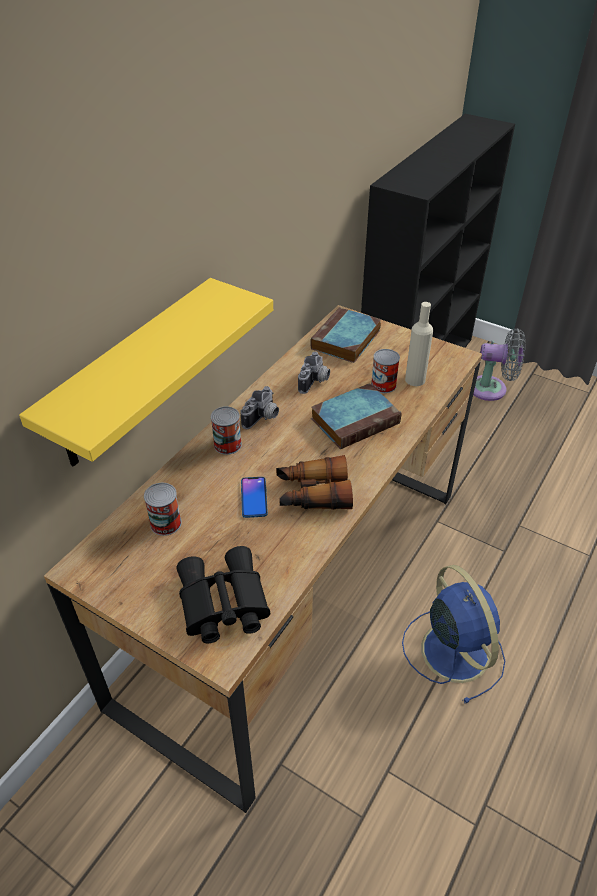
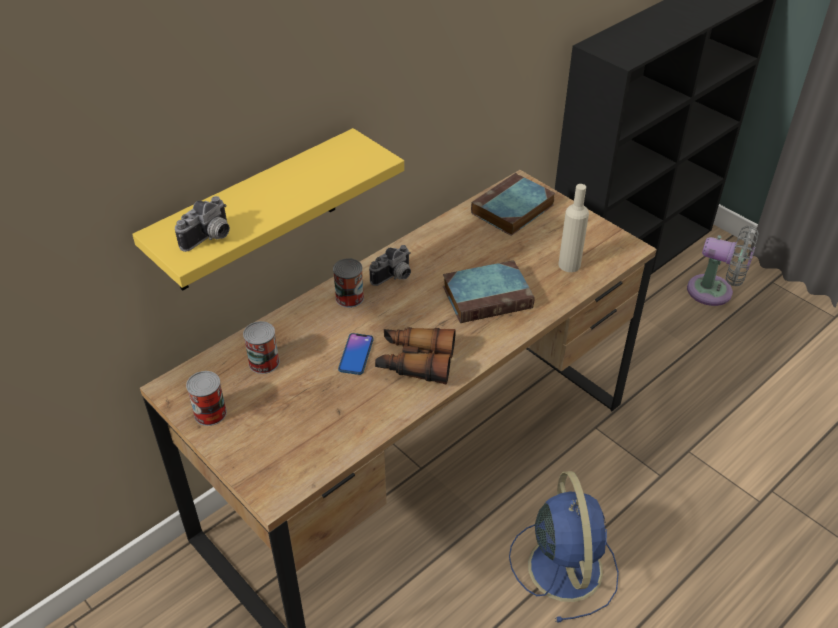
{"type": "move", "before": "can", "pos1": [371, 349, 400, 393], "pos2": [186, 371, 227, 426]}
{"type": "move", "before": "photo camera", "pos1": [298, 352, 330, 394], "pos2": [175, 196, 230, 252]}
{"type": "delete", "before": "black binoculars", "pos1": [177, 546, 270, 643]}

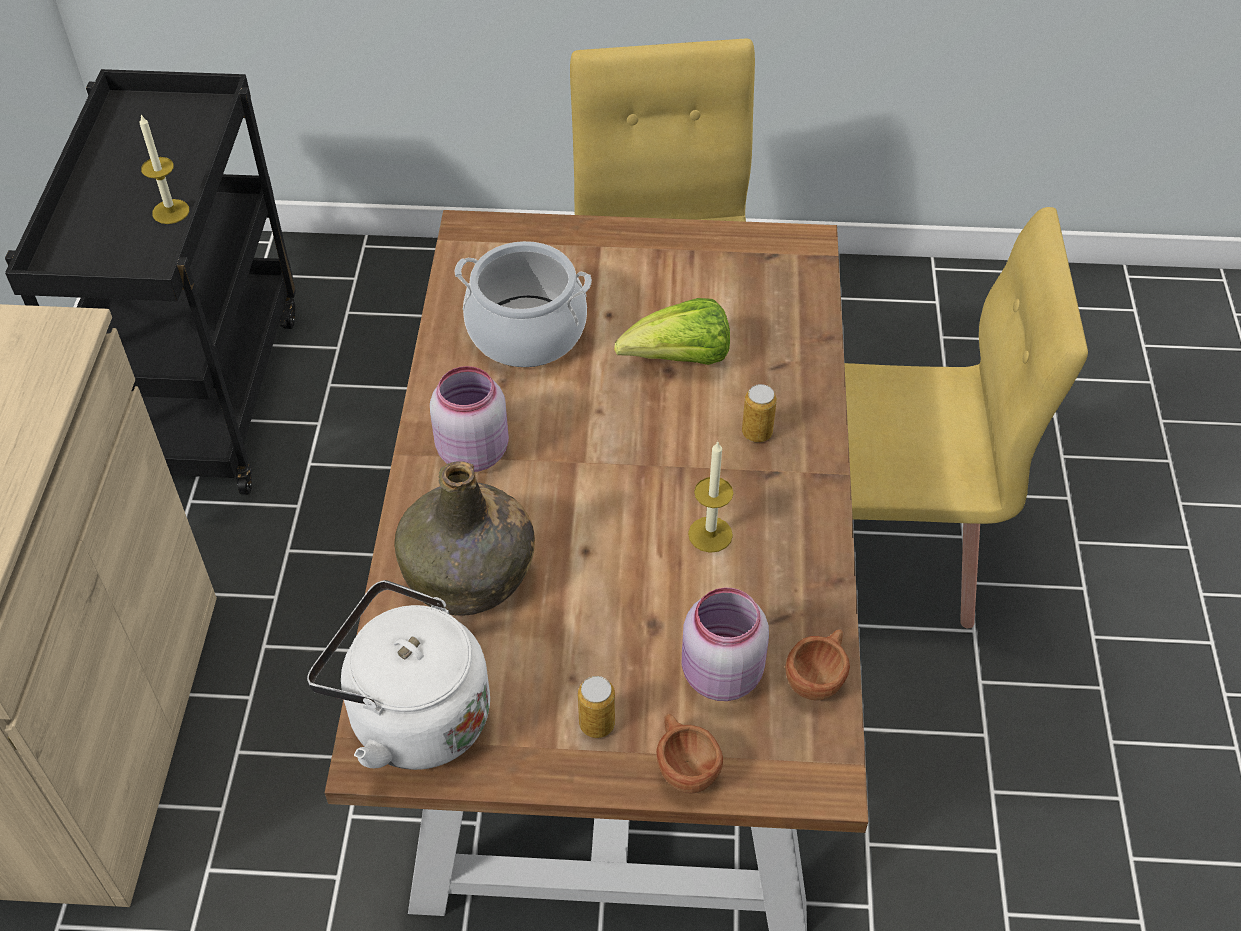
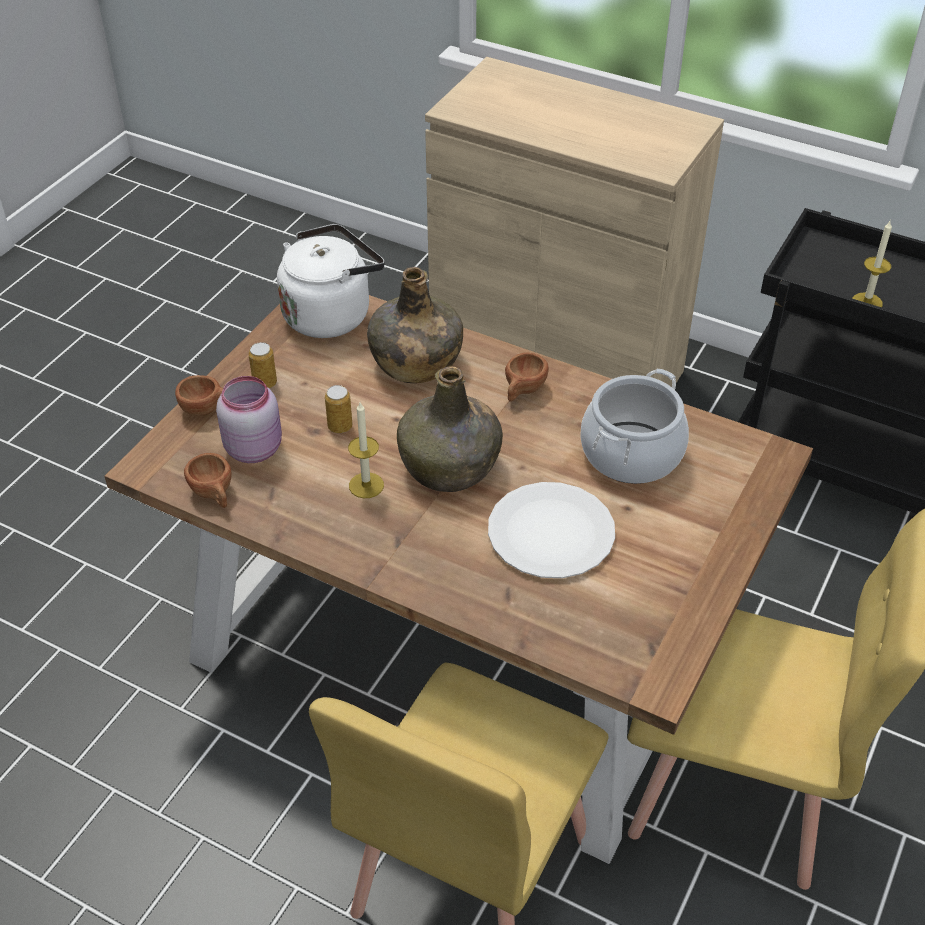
{"type": "replace", "before": "lettuce", "after": "white plate", "pos1": [614, 298, 730, 365], "pos2": [488, 482, 615, 578]}
{"type": "replace", "before": "pink jar", "after": "brown cup", "pos1": [430, 366, 509, 472], "pos2": [505, 353, 549, 402]}
{"type": "move", "before": "can", "pos1": [742, 384, 777, 442], "pos2": [325, 385, 352, 433]}
{"type": "insert", "after": "green bottle", "pos2": [397, 367, 503, 492]}

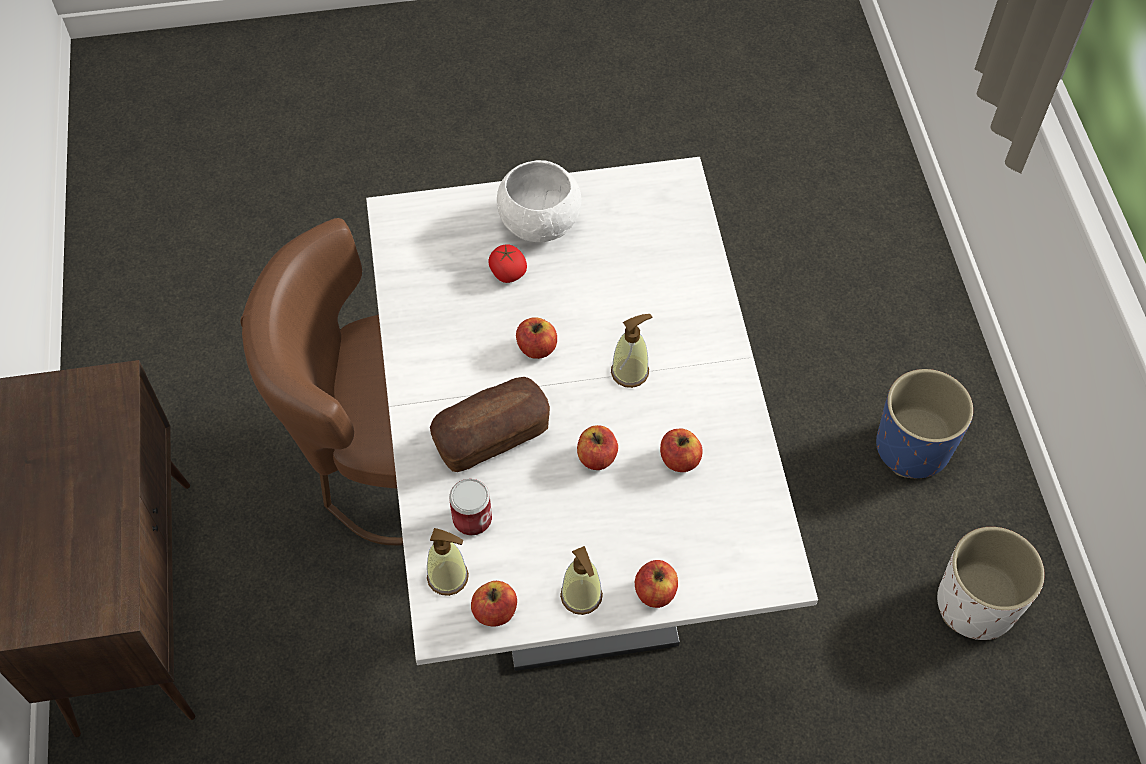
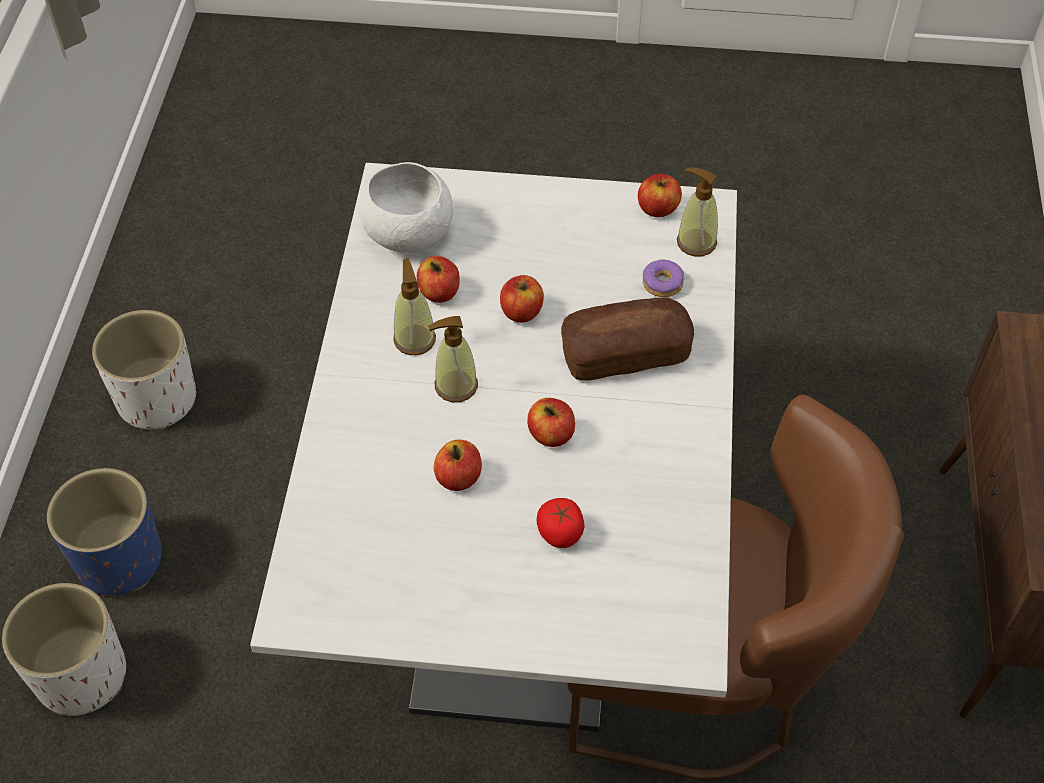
{"type": "move", "before": "white bowl", "pos1": [497, 160, 582, 242], "pos2": [358, 162, 453, 253]}
{"type": "replace", "before": "can", "after": "donut", "pos1": [449, 479, 492, 536], "pos2": [643, 259, 684, 297]}
{"type": "move", "before": "soap dispenser", "pos1": [560, 546, 603, 615], "pos2": [393, 259, 436, 355]}
{"type": "move", "before": "apple", "pos1": [635, 560, 678, 608], "pos2": [433, 440, 482, 491]}
{"type": "insert", "after": "white planter", "pos2": [2, 583, 126, 716]}

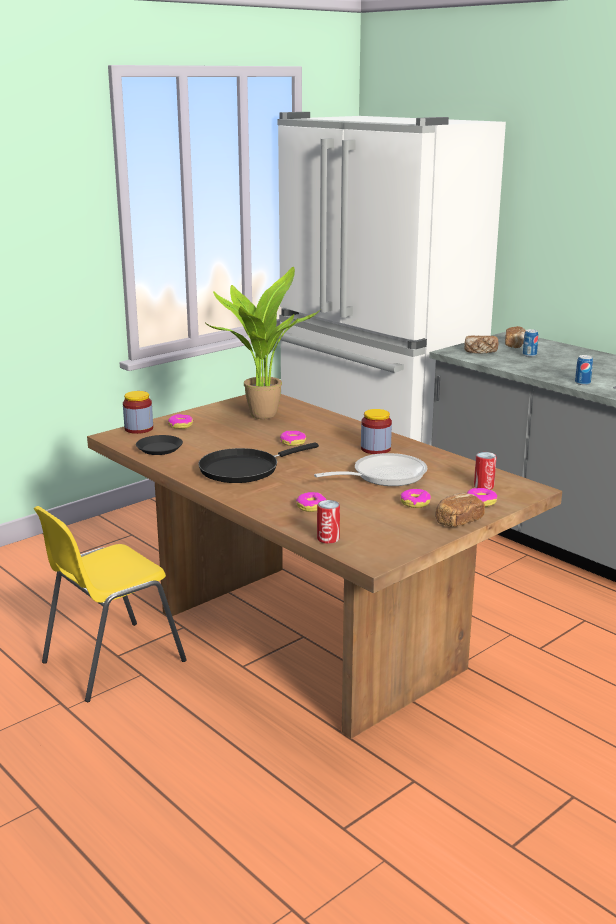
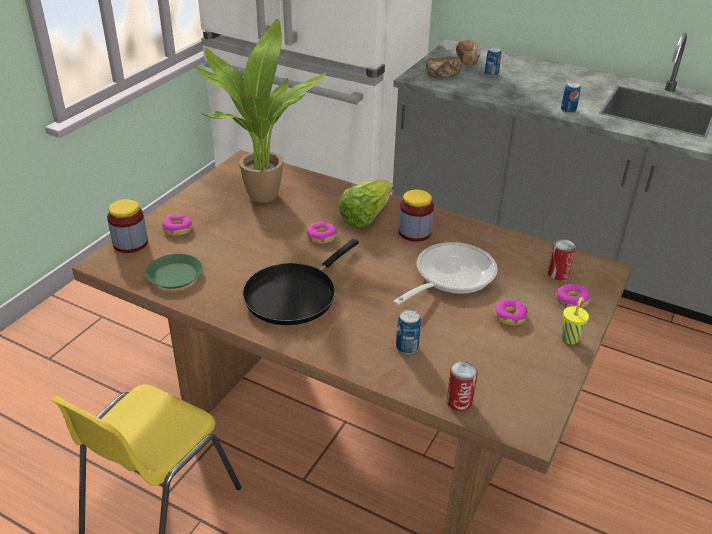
{"type": "recolor", "before": "black plate", "after": "green plate", "pos1": [136, 435, 183, 455], "pos2": [146, 254, 203, 289]}
{"type": "replace", "before": "donut", "after": "can", "pos1": [296, 492, 326, 512], "pos2": [396, 310, 421, 354]}
{"type": "replace", "before": "bread", "after": "yellow cup", "pos1": [435, 493, 485, 527], "pos2": [561, 297, 589, 344]}
{"type": "insert", "after": "lettuce", "pos2": [338, 179, 392, 228]}

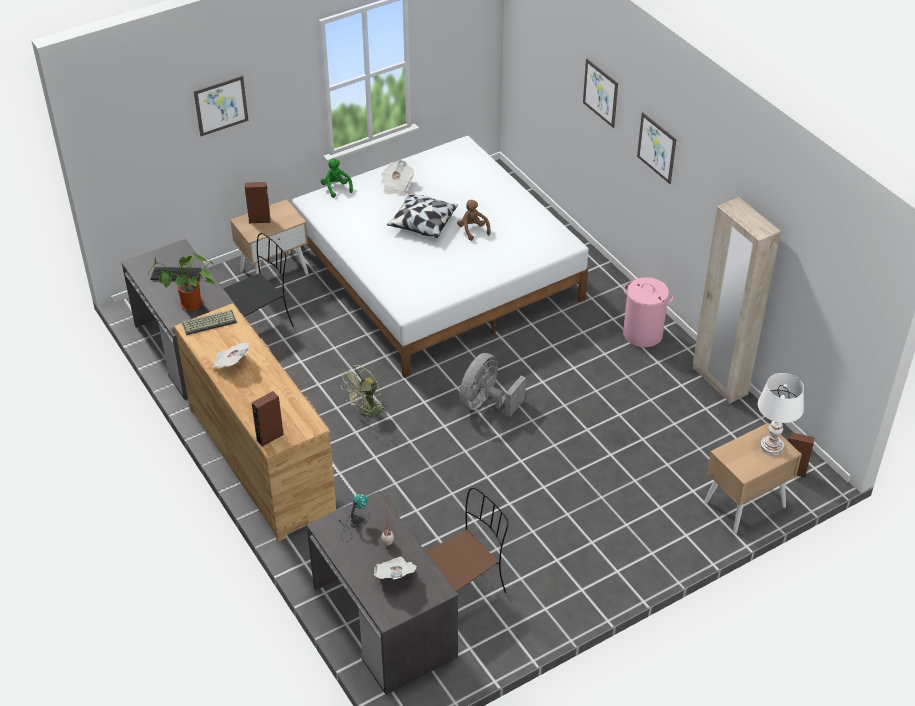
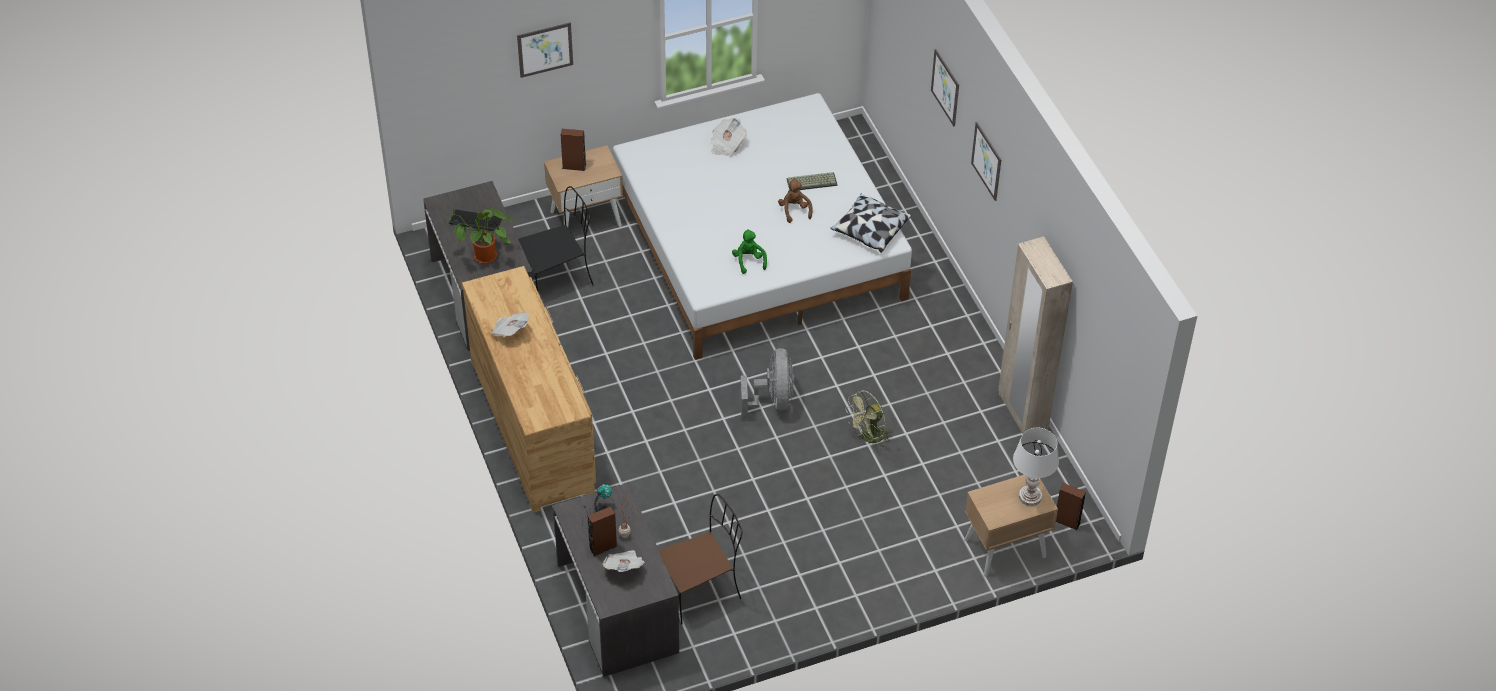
{"type": "move", "before": "green plush toy", "pos1": [321, 158, 353, 198], "pos2": [732, 229, 767, 274]}
{"type": "move", "before": "pillow", "pos1": [387, 194, 458, 238], "pos2": [830, 194, 911, 253]}
{"type": "delete", "before": "pink laundry basket", "pos1": [623, 277, 673, 347]}
{"type": "move", "before": "keyboard", "pos1": [182, 310, 237, 335], "pos2": [787, 172, 838, 190]}
{"type": "rotate", "before": "grey fan", "pos1": [459, 353, 526, 417], "pos2": [740, 348, 794, 420], "turn": 135}
{"type": "move", "before": "green fan", "pos1": [341, 365, 387, 419], "pos2": [845, 390, 890, 447]}
{"type": "move", "before": "brown speaker", "pos1": [252, 391, 284, 447], "pos2": [588, 506, 617, 556]}

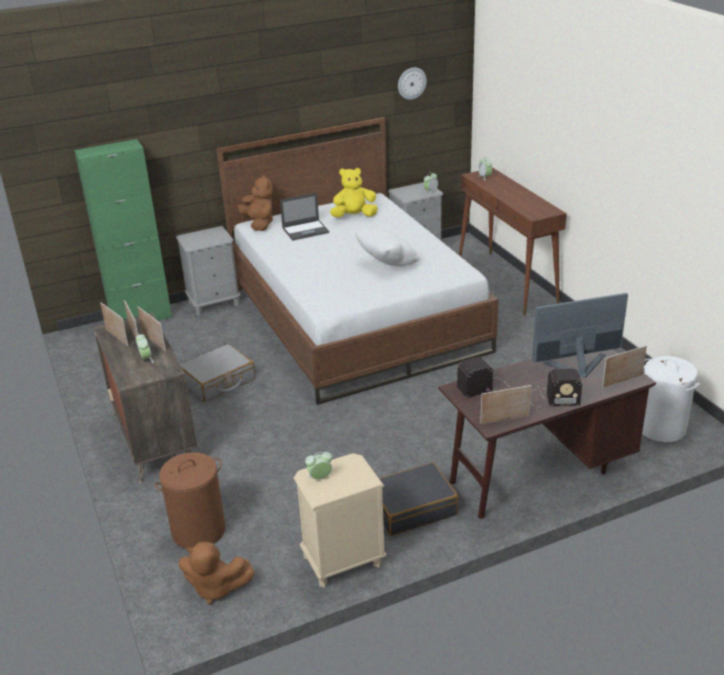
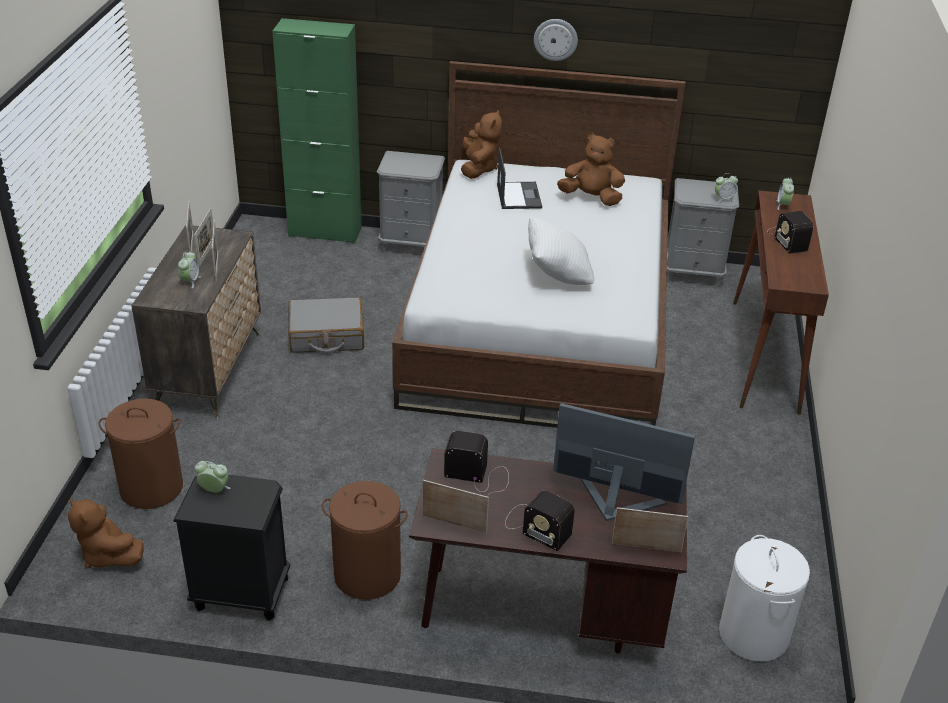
{"type": "move", "before": "wall clock", "pos1": [398, 68, 427, 100], "pos2": [534, 19, 578, 61]}
{"type": "recolor", "before": "yellow plush toy", "after": "brown plush toy", "pos1": [330, 168, 378, 217], "pos2": [557, 133, 625, 206]}
{"type": "rotate", "before": "laptop", "pos1": [280, 193, 329, 241], "pos2": [497, 148, 542, 209], "turn": -105}
{"type": "recolor", "before": "beige nightstand", "after": "black nightstand", "pos1": [294, 453, 386, 587], "pos2": [173, 475, 290, 621]}
{"type": "replace", "before": "black suitcase", "after": "brown laundry basket", "pos1": [379, 462, 458, 536], "pos2": [322, 481, 408, 600]}
{"type": "insert", "after": "radio", "pos2": [767, 211, 813, 254]}

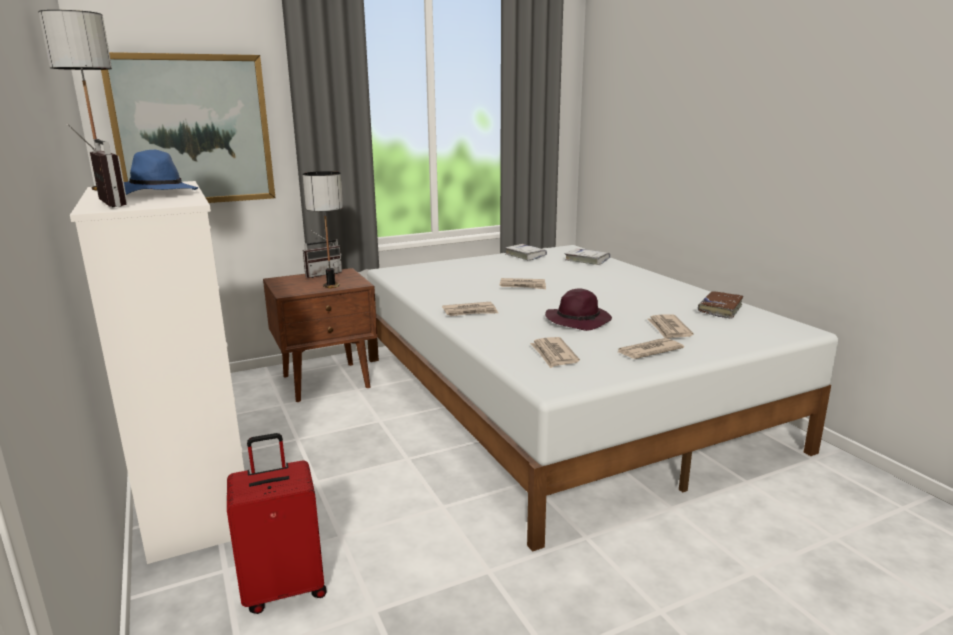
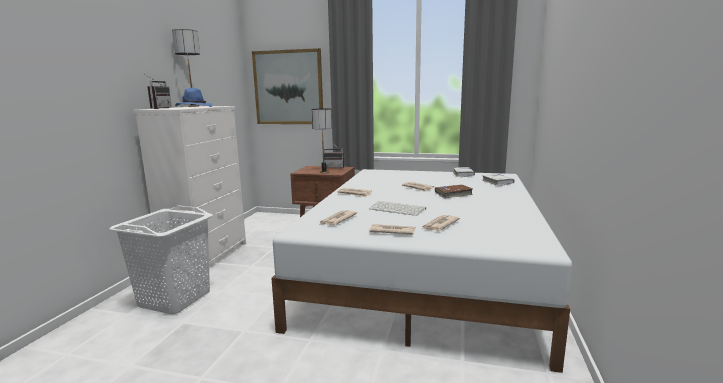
{"type": "replace", "before": "purple hat", "after": "keyboard", "pos1": [545, 288, 612, 331], "pos2": [369, 201, 426, 216]}
{"type": "move", "before": "brown book", "pos1": [698, 291, 743, 319], "pos2": [435, 185, 473, 198]}
{"type": "replace", "before": "red suitcase", "after": "white laundry basket", "pos1": [227, 433, 327, 614], "pos2": [109, 205, 213, 314]}

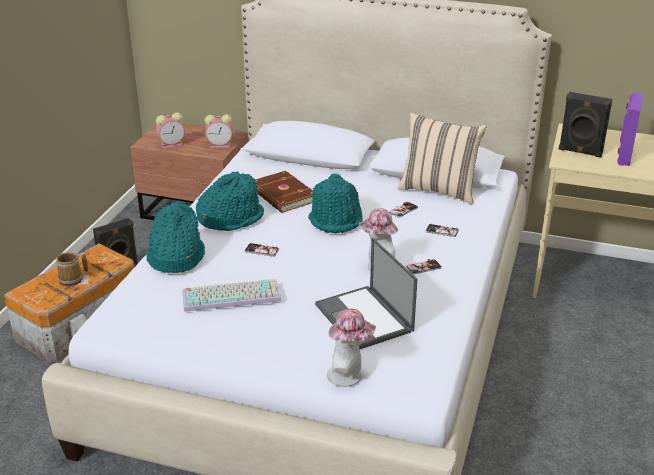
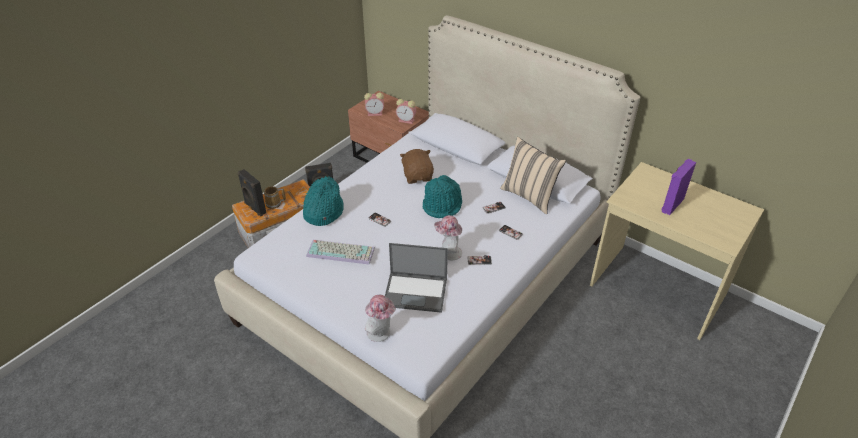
{"type": "move", "before": "black speaker", "pos1": [559, 92, 612, 158], "pos2": [238, 169, 266, 216]}
{"type": "delete", "before": "turquoise hat", "pos1": [196, 171, 264, 231]}
{"type": "replace", "before": "brown book", "after": "brown plush toy", "pos1": [255, 171, 313, 213], "pos2": [400, 149, 434, 184]}
{"type": "rotate", "before": "laptop", "pos1": [315, 237, 417, 349], "pos2": [385, 243, 448, 313], "turn": -75}

